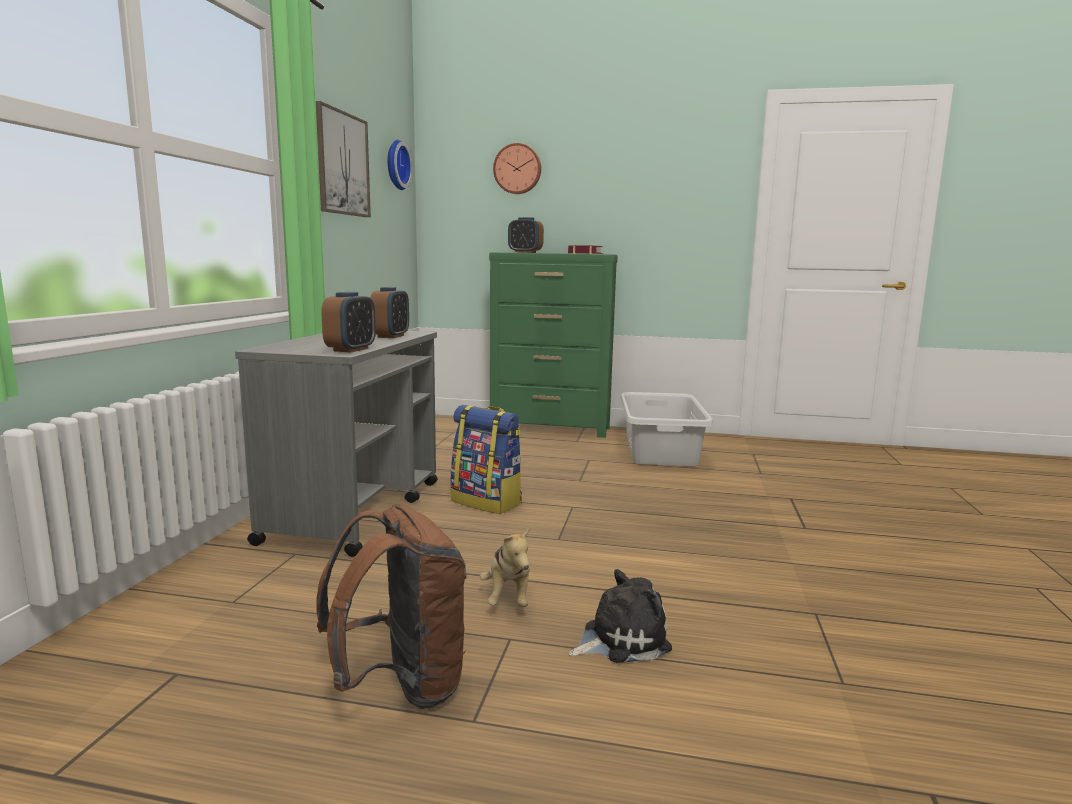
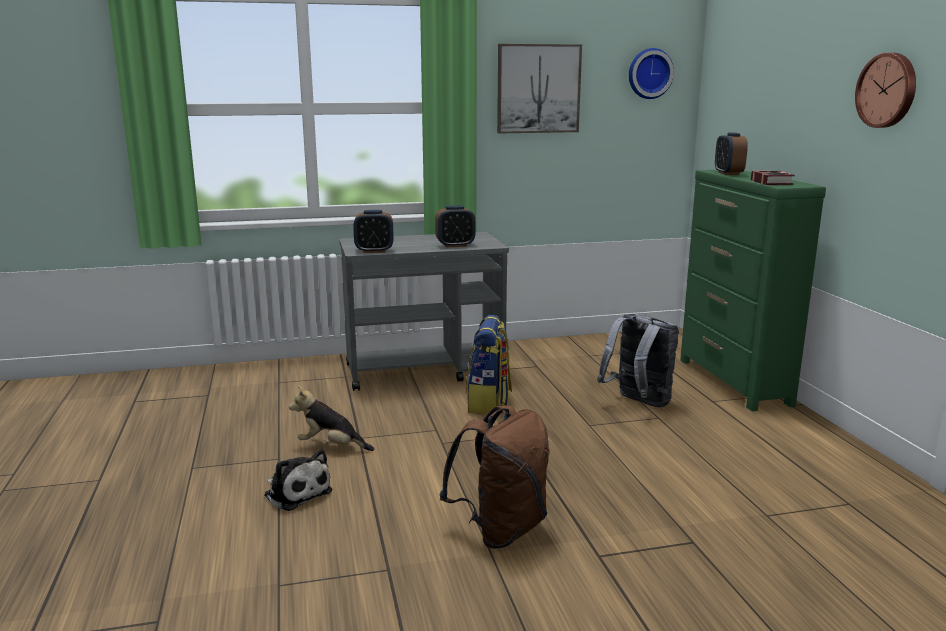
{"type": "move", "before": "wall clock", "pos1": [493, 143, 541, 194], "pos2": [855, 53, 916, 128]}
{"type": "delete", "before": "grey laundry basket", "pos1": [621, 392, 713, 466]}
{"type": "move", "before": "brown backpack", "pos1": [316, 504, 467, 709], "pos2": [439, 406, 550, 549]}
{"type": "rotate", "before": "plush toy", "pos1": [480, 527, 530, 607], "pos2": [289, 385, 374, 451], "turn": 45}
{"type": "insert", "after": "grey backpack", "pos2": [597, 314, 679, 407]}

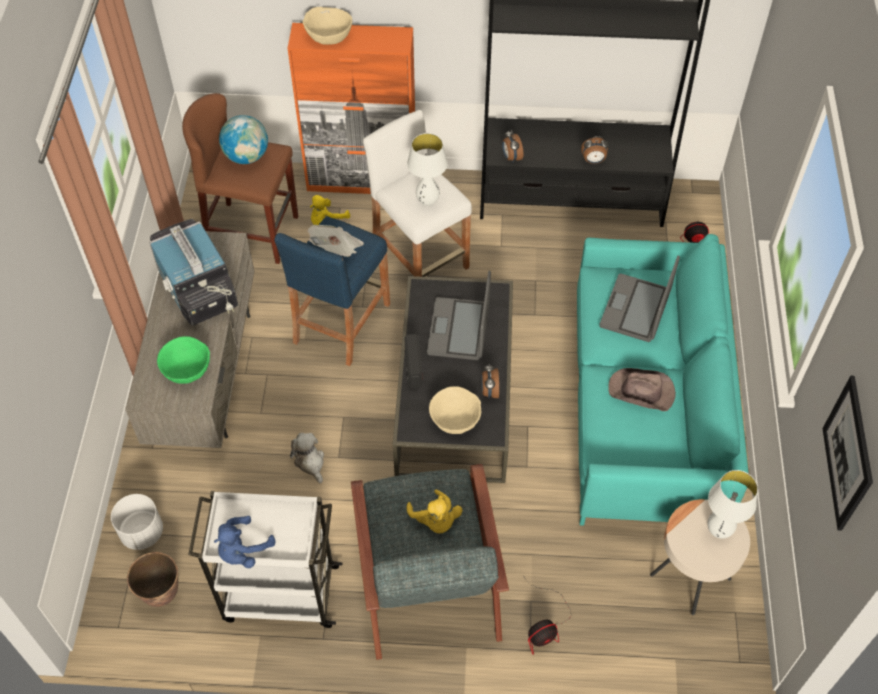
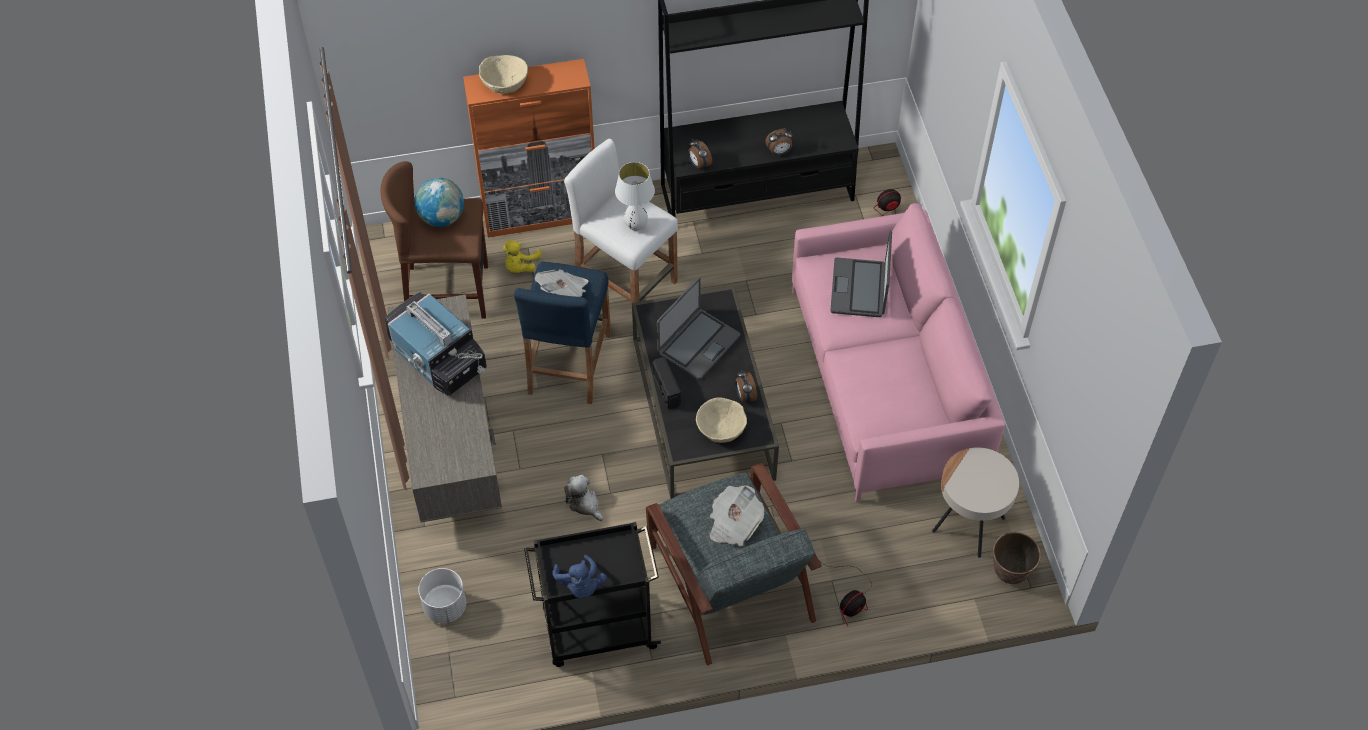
{"type": "recolor", "before": "turquoise sofa", "after": "pink sofa", "pos1": [577, 234, 749, 526], "pos2": [792, 203, 1005, 503]}
{"type": "rotate", "before": "laptop", "pos1": [427, 270, 491, 360], "pos2": [657, 278, 740, 380], "turn": -135}
{"type": "delete", "before": "green bowl", "pos1": [157, 336, 210, 384]}
{"type": "delete", "before": "brown hat", "pos1": [608, 368, 676, 411]}
{"type": "delete", "before": "picture", "pos1": [823, 376, 873, 531]}
{"type": "delete", "before": "white table lamp", "pos1": [708, 470, 758, 539]}
{"type": "replace", "before": "yellow plush toy", "after": "newspaper", "pos1": [407, 490, 463, 533], "pos2": [710, 485, 764, 546]}
{"type": "recolor", "before": "white cart", "after": "black cart", "pos1": [188, 491, 343, 628], "pos2": [524, 522, 661, 667]}
{"type": "rotate", "before": "blue plush toy", "pos1": [214, 516, 276, 568], "pos2": [552, 555, 607, 599], "turn": -45}
{"type": "move", "before": "planter", "pos1": [127, 552, 178, 607], "pos2": [993, 532, 1041, 584]}

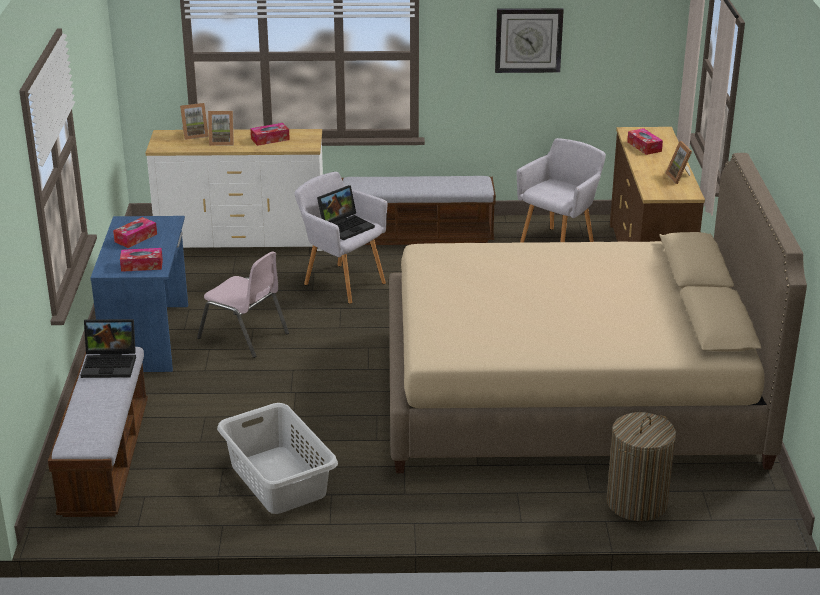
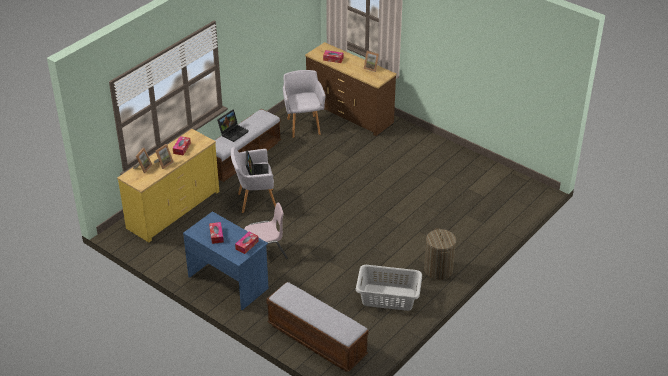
{"type": "delete", "before": "wall clock", "pos1": [495, 8, 564, 73]}
{"type": "recolor", "before": "white dresser", "after": "yellow dresser", "pos1": [145, 129, 323, 251], "pos2": [117, 129, 219, 242]}
{"type": "delete", "before": "beige bed", "pos1": [389, 153, 807, 473]}
{"type": "move", "before": "laptop", "pos1": [80, 319, 136, 378], "pos2": [217, 109, 249, 142]}
{"type": "move", "before": "laundry basket", "pos1": [607, 412, 676, 521], "pos2": [424, 228, 456, 280]}

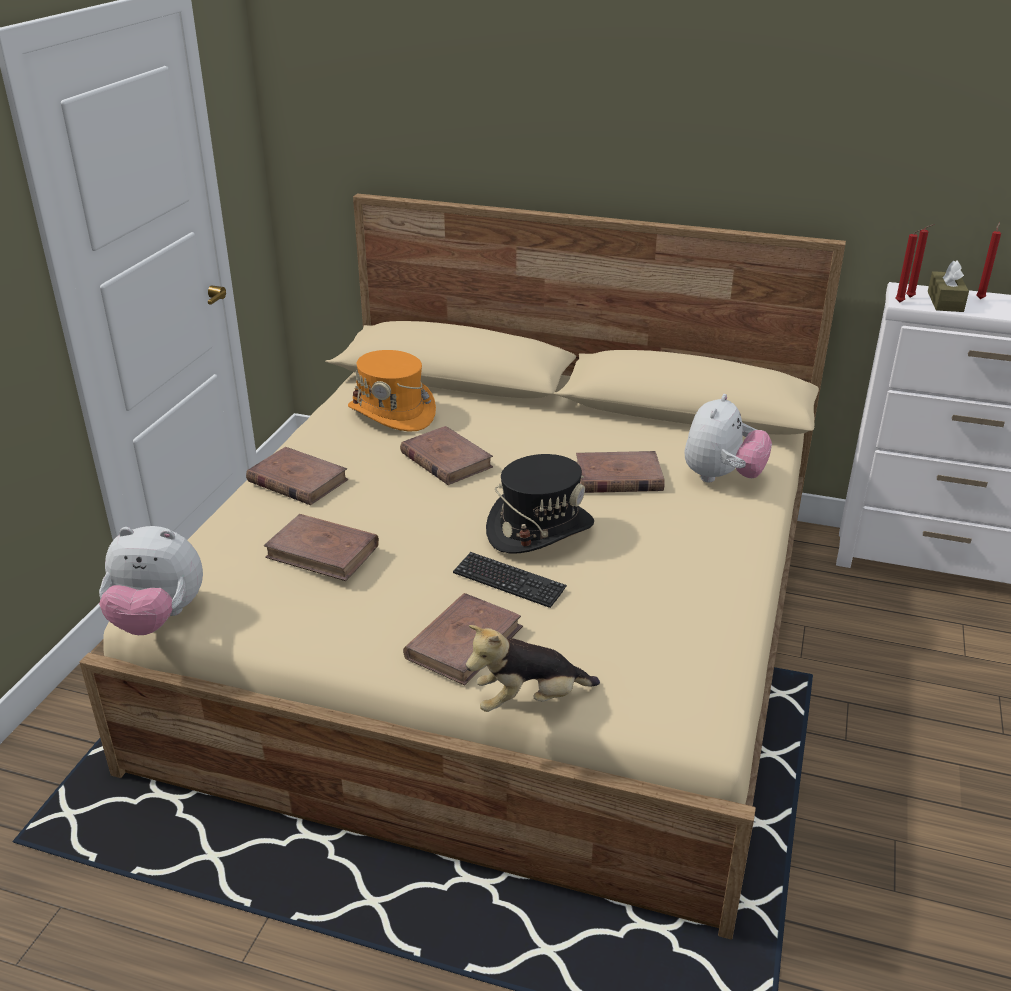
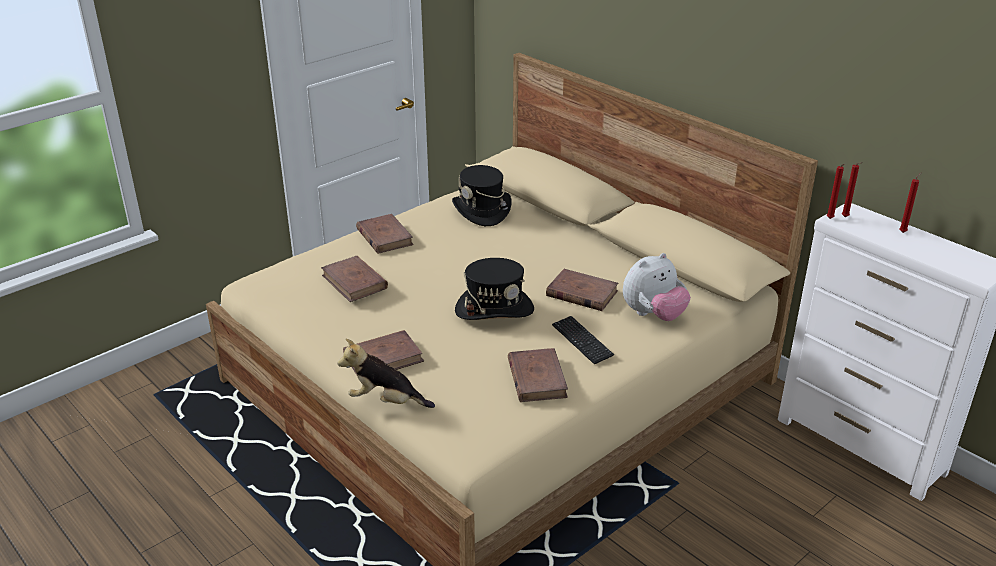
{"type": "delete", "before": "brown tissue box", "pos1": [928, 261, 969, 312]}
{"type": "recolor", "before": "orange hat", "after": "black hat", "pos1": [348, 350, 436, 432], "pos2": [452, 165, 512, 226]}
{"type": "move", "before": "brown book", "pos1": [400, 426, 493, 485], "pos2": [508, 348, 568, 402]}
{"type": "delete", "before": "plush toy", "pos1": [99, 526, 203, 635]}
{"type": "move", "before": "keyboard", "pos1": [453, 552, 567, 608], "pos2": [552, 316, 614, 364]}

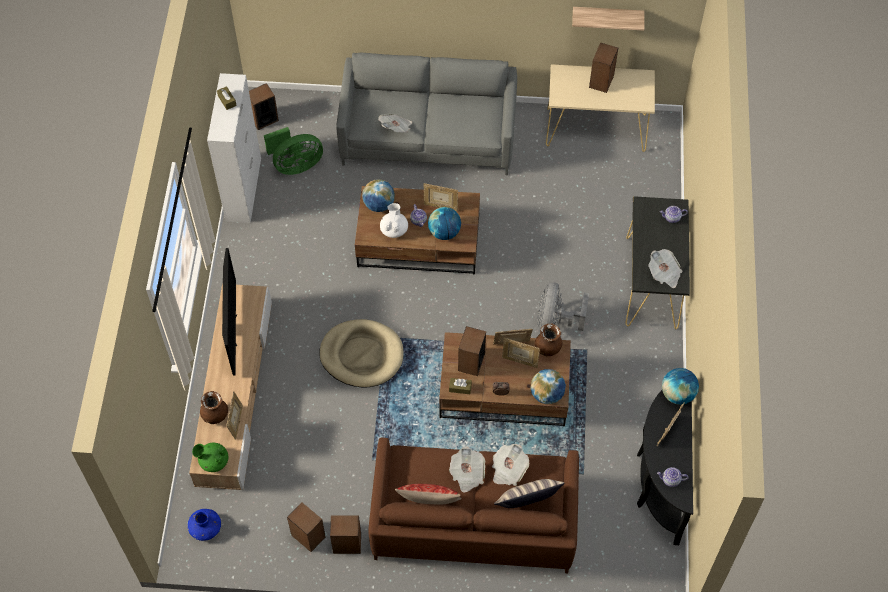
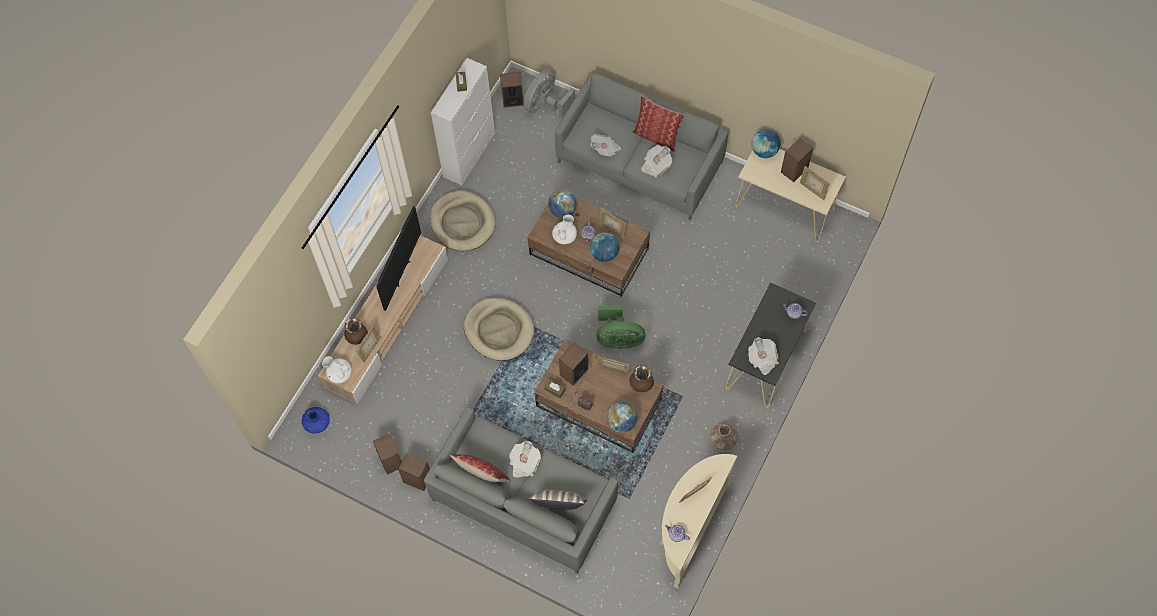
{"type": "delete", "before": "shelf", "pos1": [572, 7, 645, 31]}
{"type": "move", "before": "green fan", "pos1": [264, 127, 323, 175], "pos2": [596, 305, 646, 349]}
{"type": "move", "before": "grey fan", "pos1": [538, 282, 589, 331], "pos2": [523, 70, 575, 119]}
{"type": "move", "before": "picture frame", "pos1": [502, 338, 540, 368], "pos2": [800, 166, 830, 200]}
{"type": "move", "before": "globe", "pos1": [662, 368, 699, 405], "pos2": [751, 129, 780, 158]}
{"type": "recolor", "before": "black console table", "after": "beige console table", "pos1": [637, 390, 693, 545], "pos2": [660, 454, 737, 588]}
{"type": "recolor", "before": "brown sofa", "after": "grey sofa", "pos1": [368, 438, 579, 573], "pos2": [424, 407, 618, 574]}
{"type": "recolor", "before": "green teapot", "after": "white teapot", "pos1": [192, 443, 228, 472], "pos2": [322, 356, 352, 383]}
{"type": "move", "before": "newspaper", "pos1": [492, 444, 530, 486], "pos2": [641, 145, 672, 177]}
{"type": "insert", "after": "pillow", "pos2": [632, 95, 685, 152]}
{"type": "insert", "after": "beige dog bed", "pos2": [430, 191, 496, 251]}
{"type": "insert", "after": "brown vase", "pos2": [710, 423, 738, 450]}

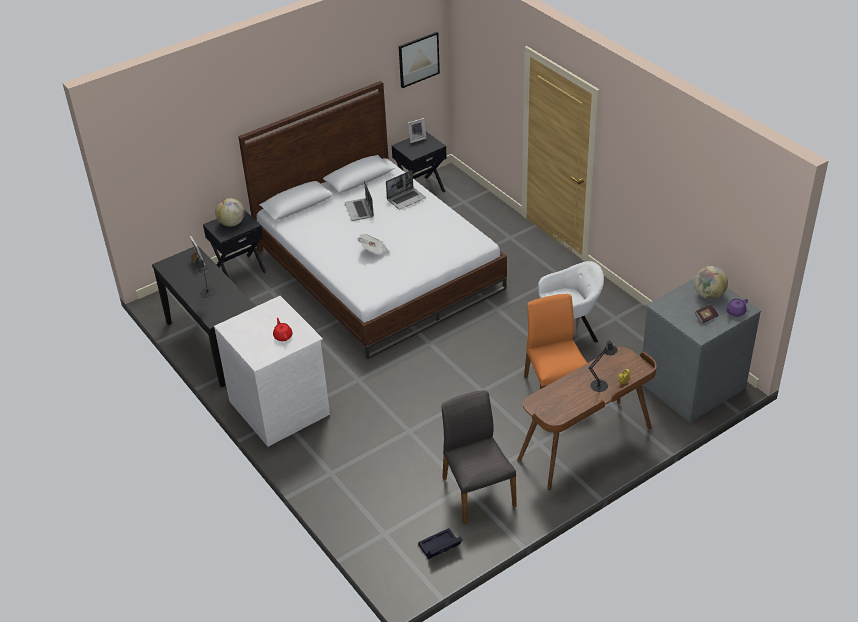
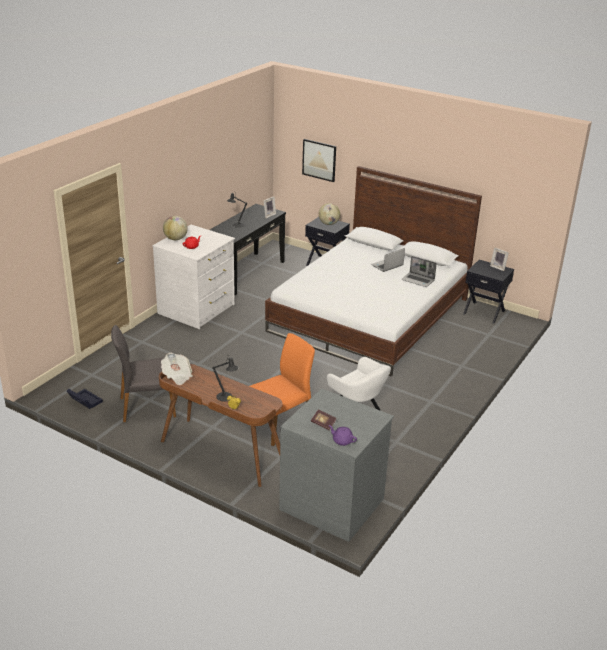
{"type": "move", "before": "picture", "pos1": [399, 32, 440, 88], "pos2": [302, 139, 336, 182]}
{"type": "move", "before": "newspaper", "pos1": [357, 234, 390, 254], "pos2": [161, 353, 193, 385]}
{"type": "move", "before": "globe", "pos1": [694, 266, 728, 299], "pos2": [163, 216, 188, 240]}
{"type": "rotate", "before": "grey chair", "pos1": [441, 390, 517, 524], "pos2": [111, 325, 176, 422], "turn": -150}

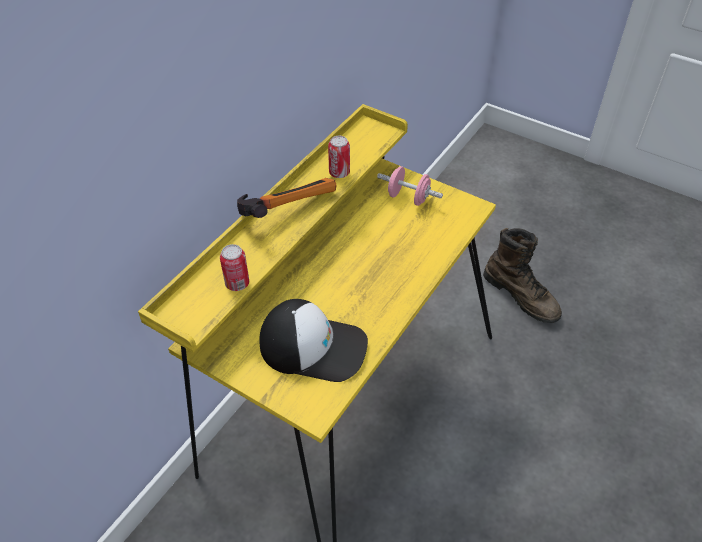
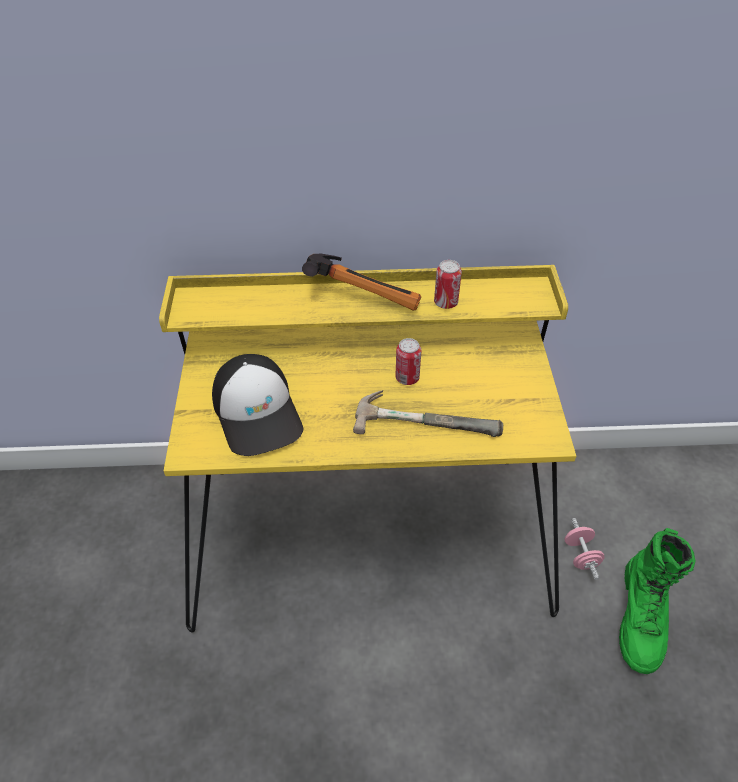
{"type": "move", "before": "pink dumbbell", "pos1": [377, 166, 443, 206], "pos2": [565, 518, 605, 580]}
{"type": "recolor", "before": "brown boot", "after": "green boot", "pos1": [483, 228, 562, 323], "pos2": [619, 528, 695, 674]}
{"type": "move", "before": "can", "pos1": [220, 244, 249, 291], "pos2": [395, 338, 421, 385]}
{"type": "insert", "after": "hammer", "pos2": [353, 390, 503, 437]}

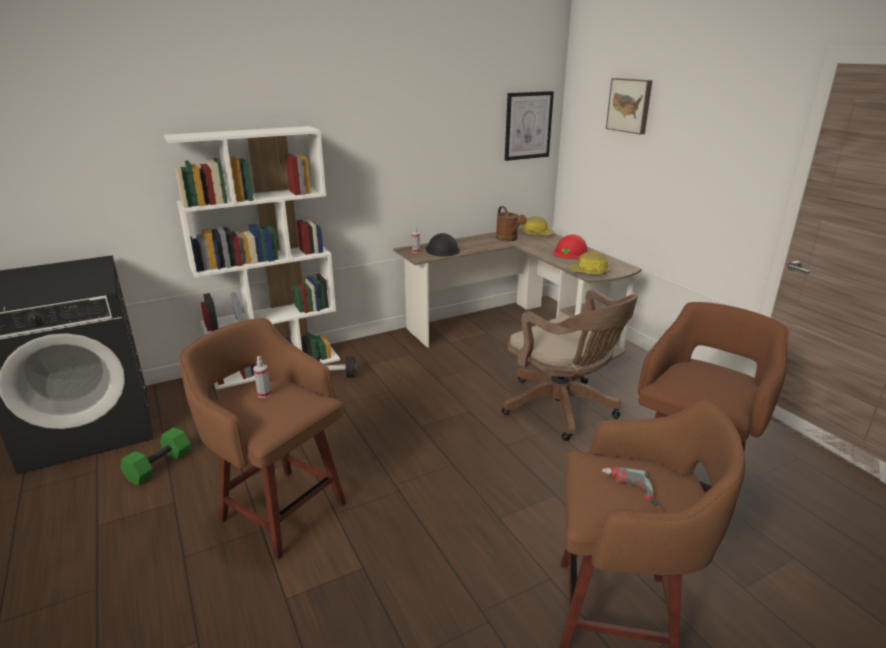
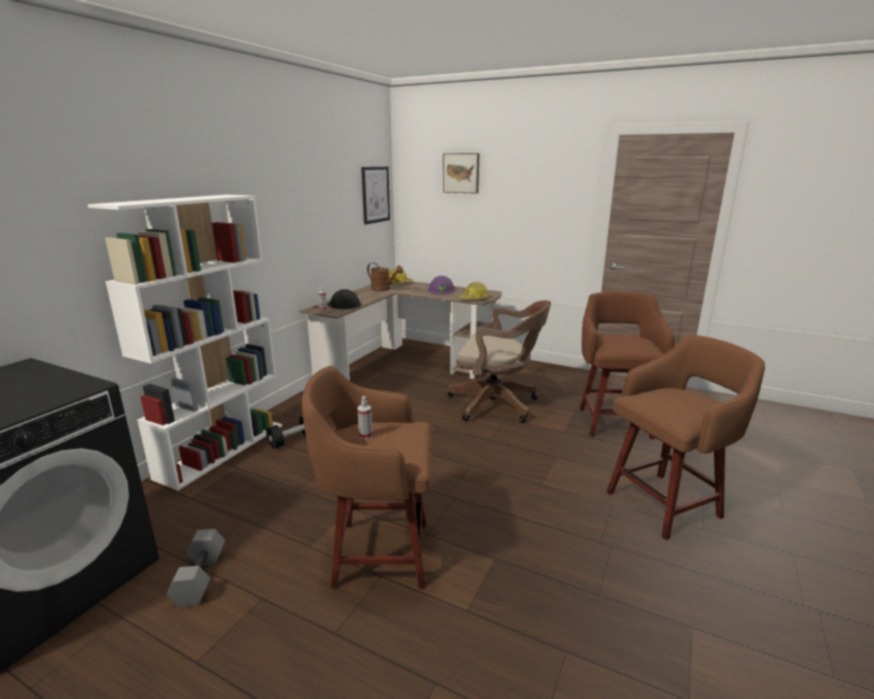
{"type": "recolor", "before": "red hard hat", "after": "purple hard hat", "pos1": [553, 234, 589, 259], "pos2": [428, 276, 455, 294]}
{"type": "recolor", "before": "green dumbbell", "after": "grey dumbbell", "pos1": [120, 427, 191, 486], "pos2": [167, 529, 225, 607]}
{"type": "delete", "before": "power drill", "pos1": [602, 467, 662, 511]}

